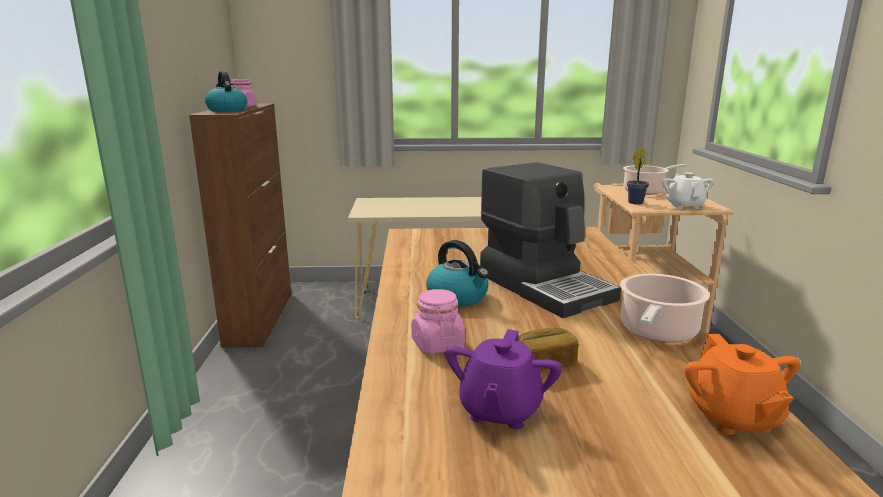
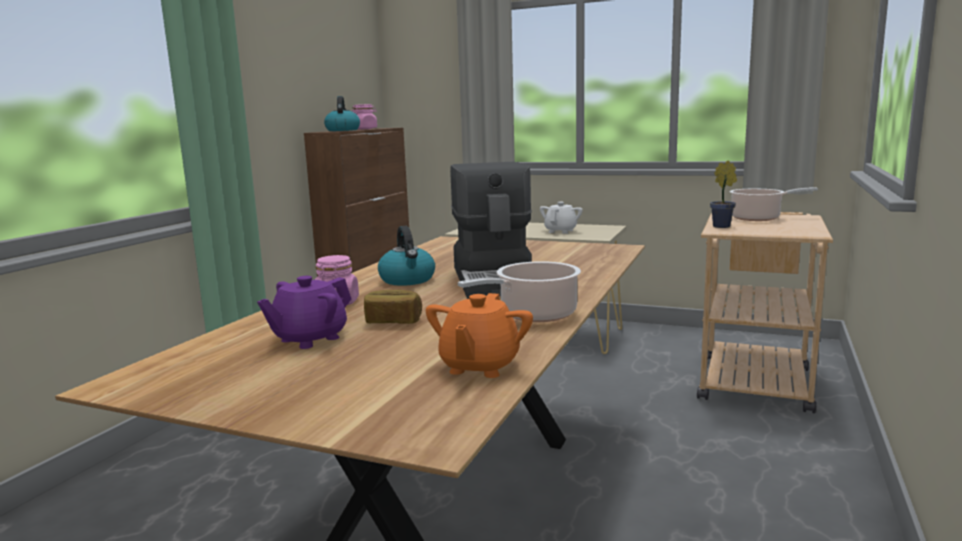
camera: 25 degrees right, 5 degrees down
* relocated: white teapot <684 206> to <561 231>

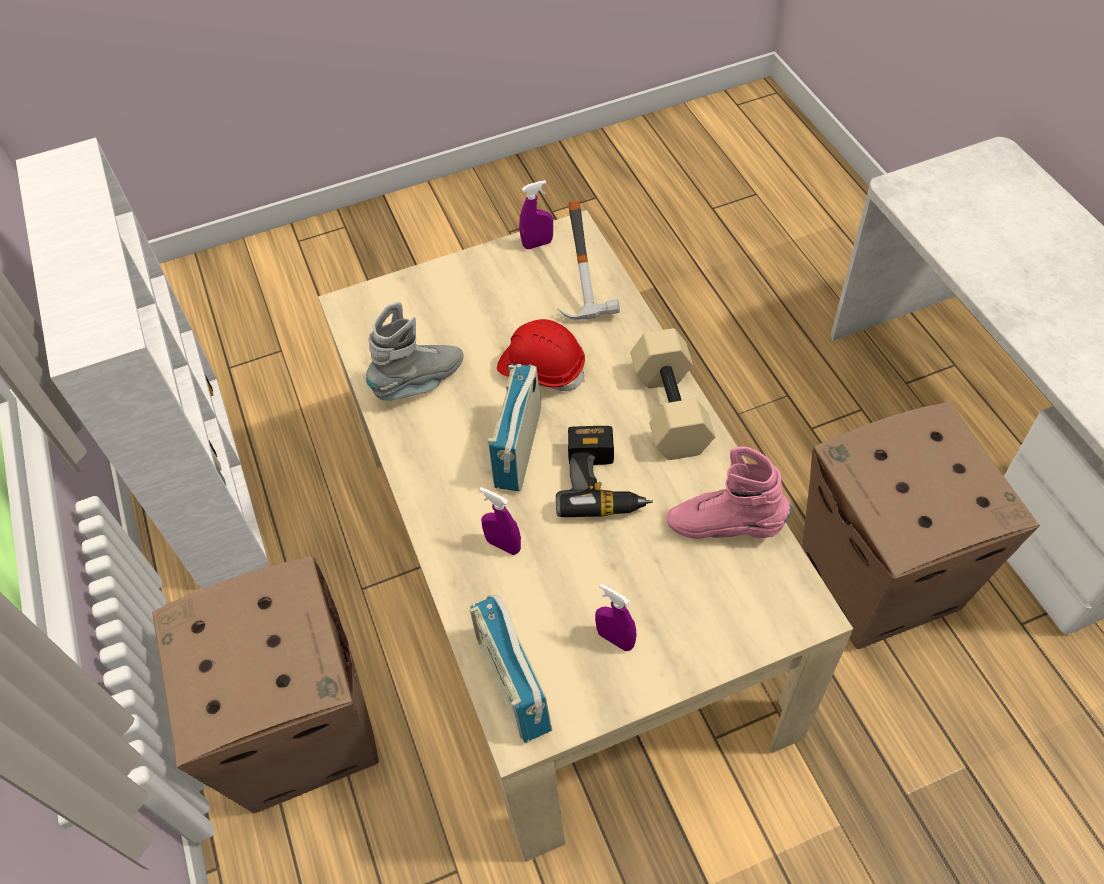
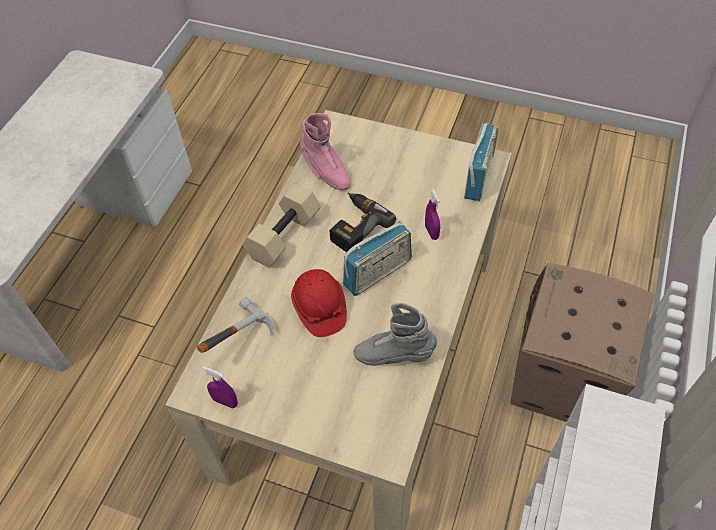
camera: 140 degrees left, 0 degrees up
* missing: purple spray bottle <615 639>
* missing: cardboard box <880 580>

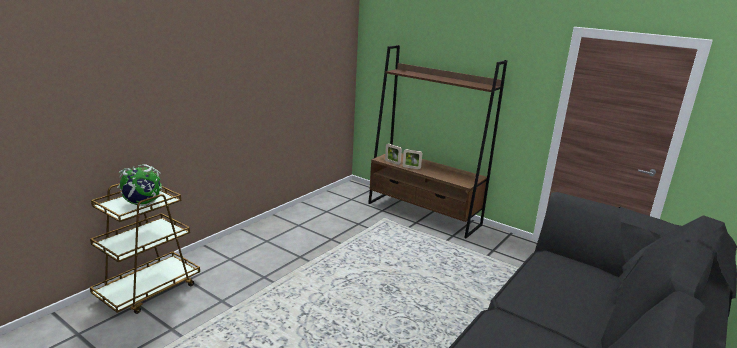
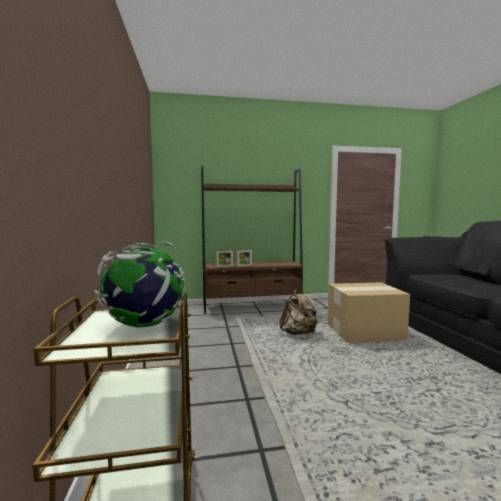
camera: 45 degrees left, 15 degrees down
* appeared: beige backpack <299 333>
* appeared: cardboard box <365 331>

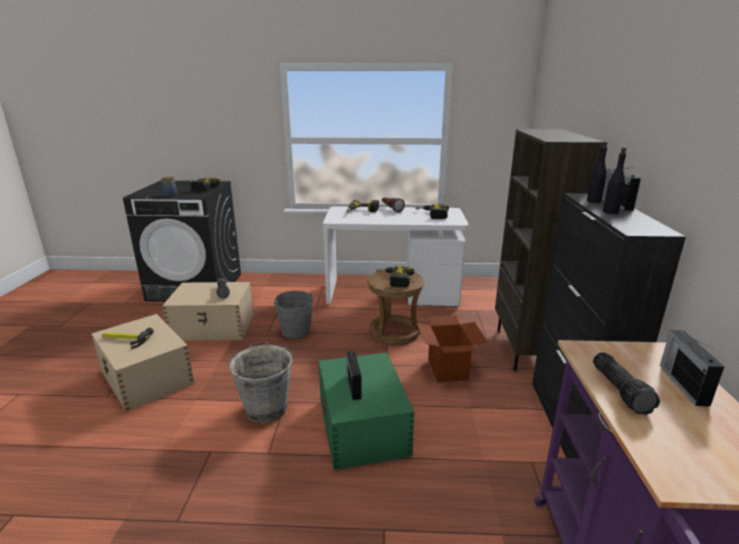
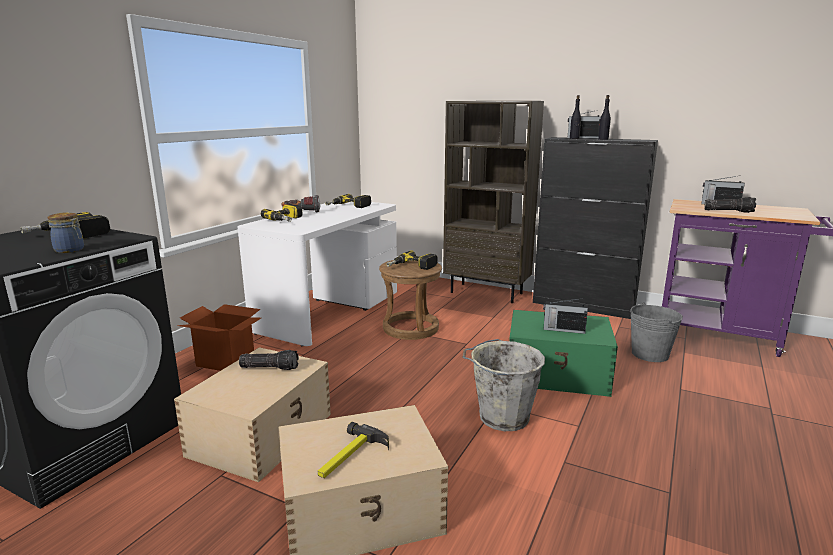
camera: 65 degrees left, 5 degrees down
* relocated: cardboard box <448 369> to <226 362>
* relocated: grey bucket <296 331> to <649 354>

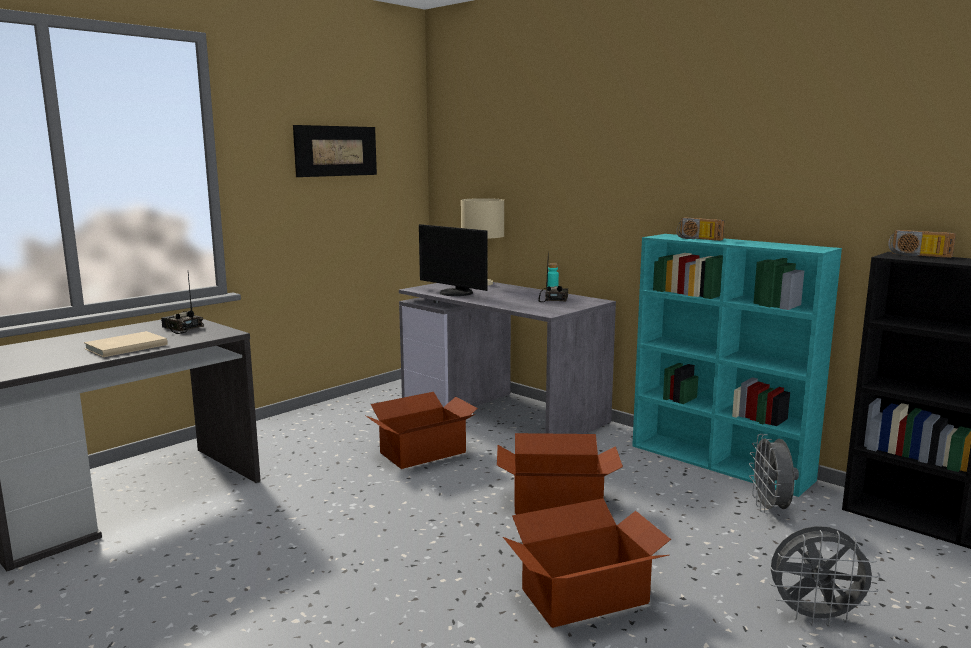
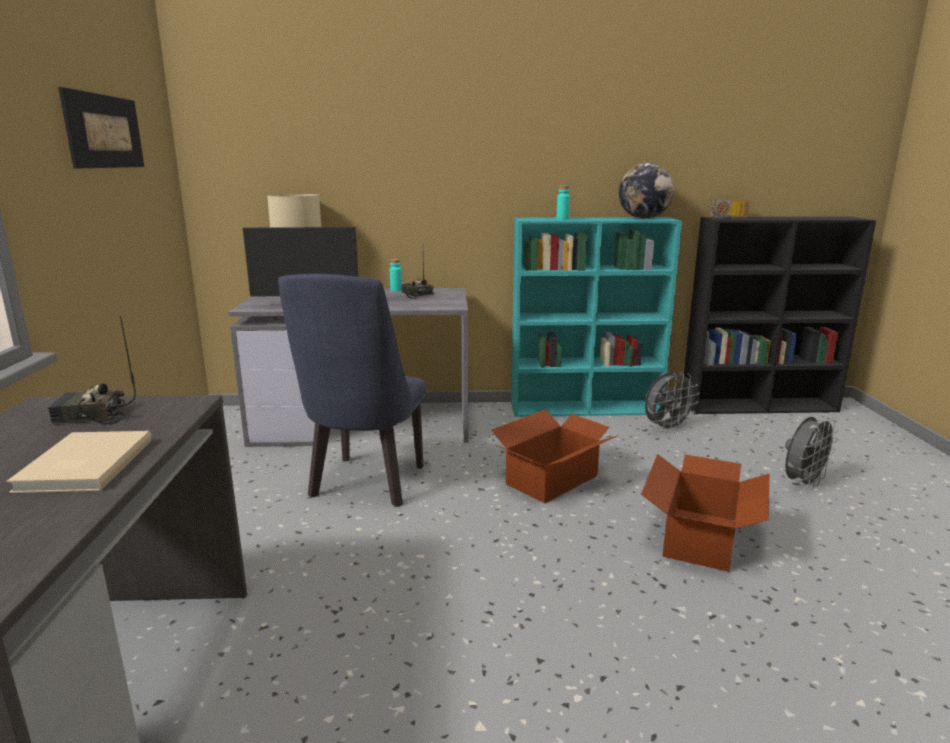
camera: 45 degrees left, 5 degrees up
* exchanged: cardboard box <422 452> to blue chair <365 486>
* exchanged: radio <697 239> to turquoise bottle <562 219>
* appeared: globe <643 218>
* spun: grey fan <770 509> = <667 428> 75 degrees counterclockwise

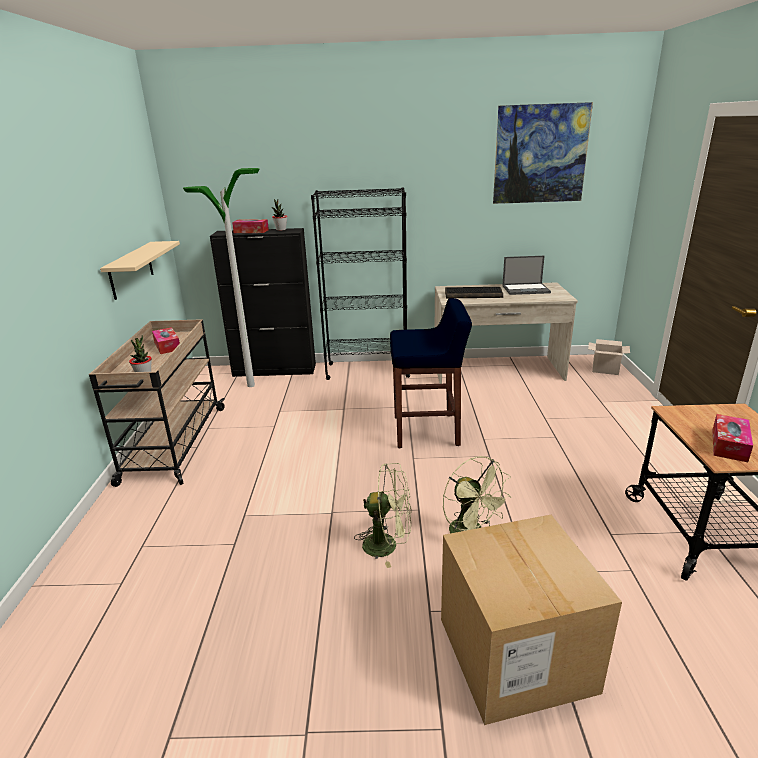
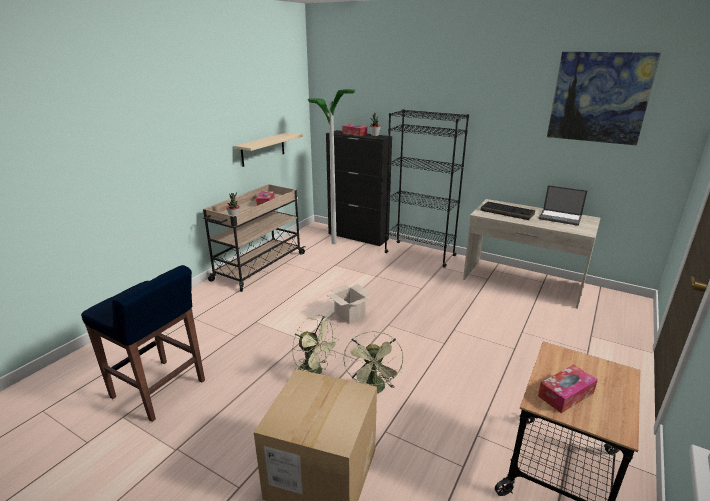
camera: 30 degrees right, 0 degrees up
* relocated: blue stool <427 431> to <159 390>
* relocated: cardboard box <606 369> to <350 315>

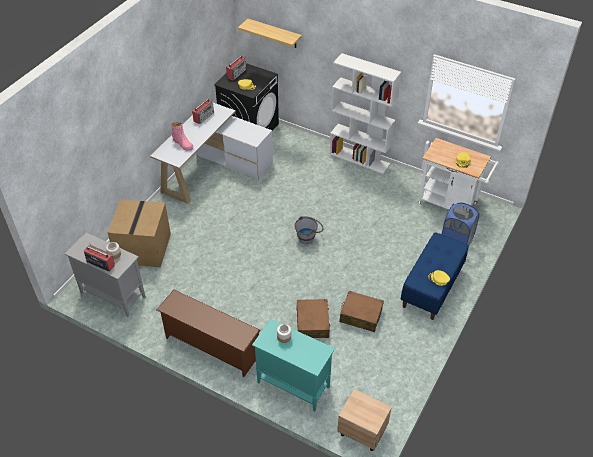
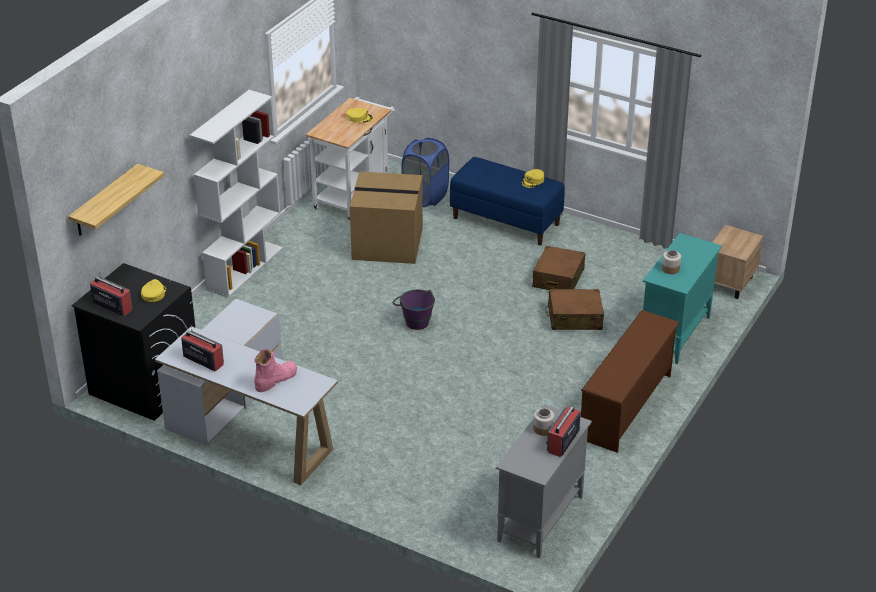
camera: 90 degrees left, 10 degrees down
* relocated: cardboard box <143 247> to <386 244>
* colour: grey bucket <308 237> to purple bucket <414 320>

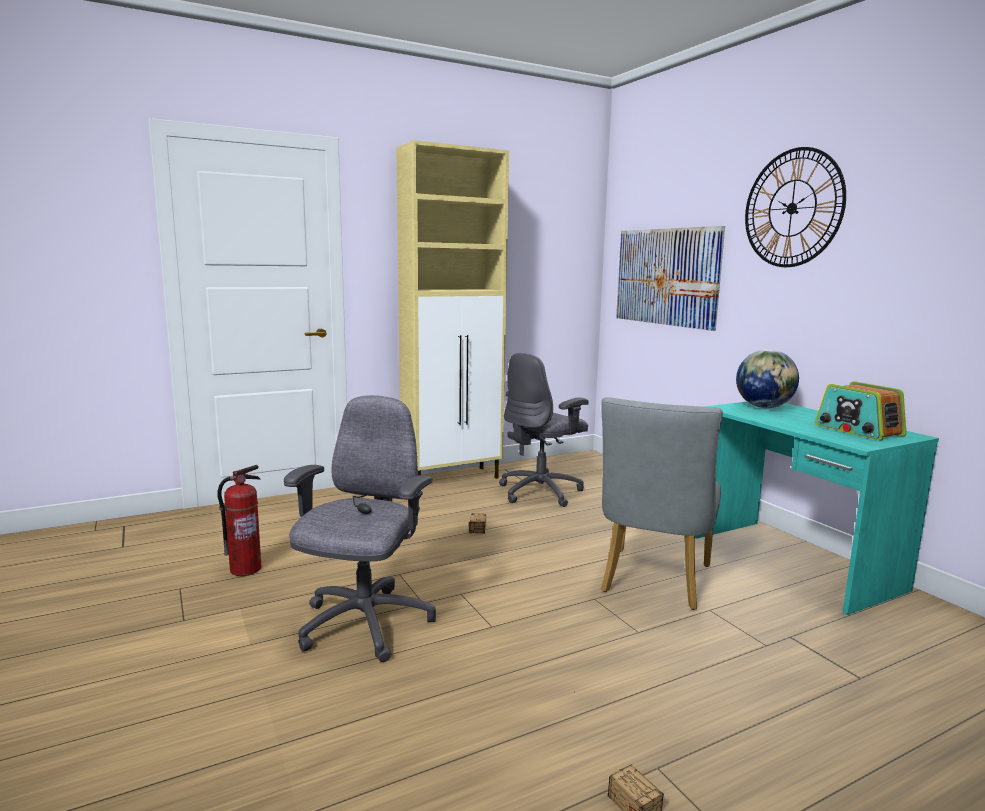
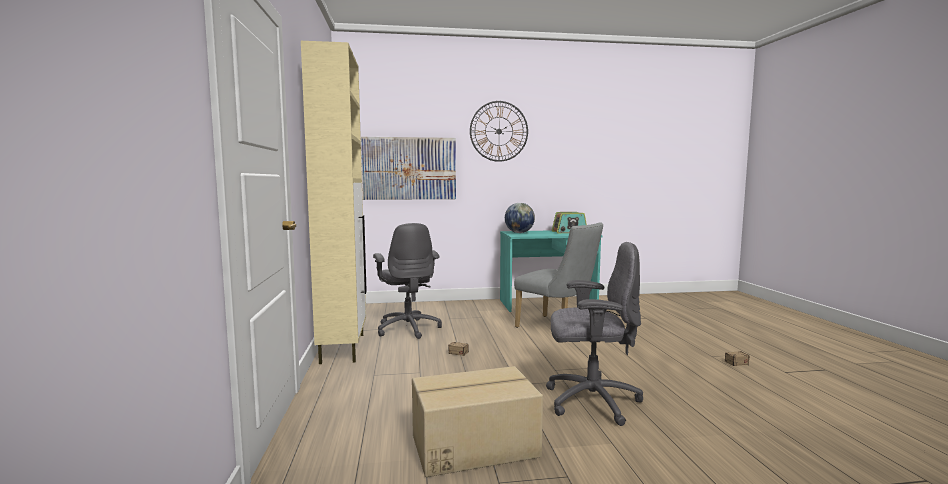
camera: 70 degrees left, 5 degrees down
* exchanged: fire extinguisher <245 569> to cardboard box <473 445>
* spun: grey office chair <364 625> = <590 401> 150 degrees clockwise

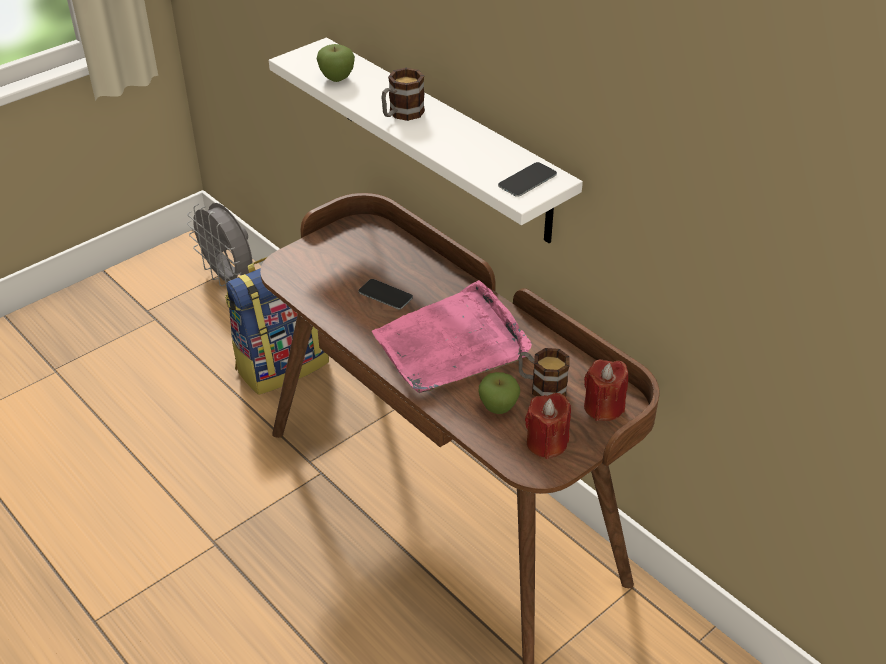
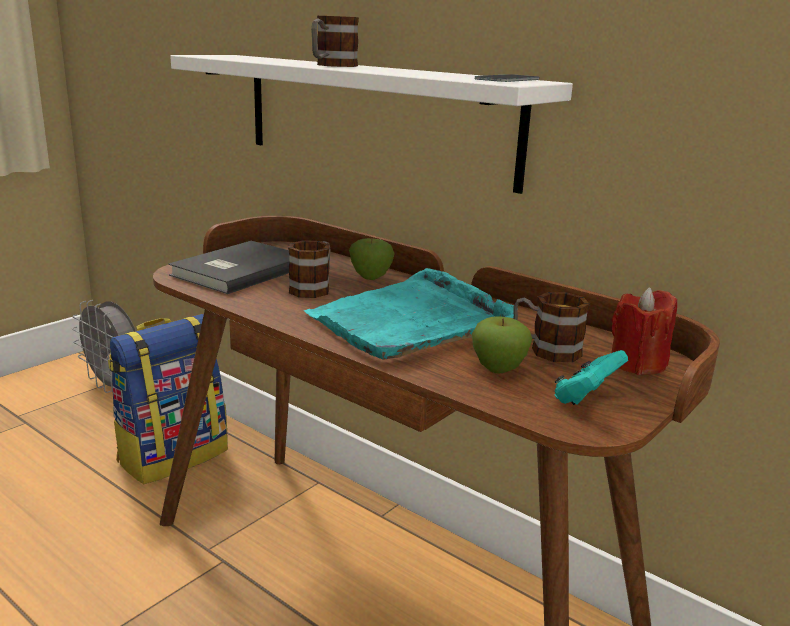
camera: 10 degrees left, 20 degrees down
* appeared: grey book <237 270>
* exchanged: phone <385 294> to mug <313 288>
* colour: pink tray <452 344> to turquoise tray <411 320>
* relocated: apple <337 78> to <370 277>
* exchanged: red candle <546 443> to turquoise game controller <585 398>

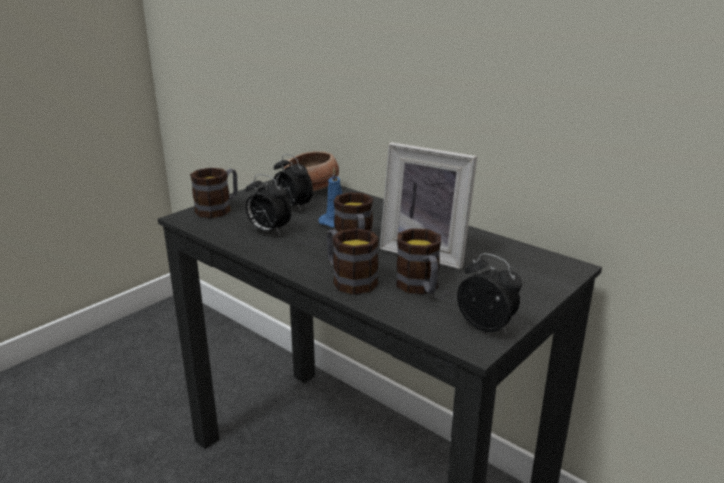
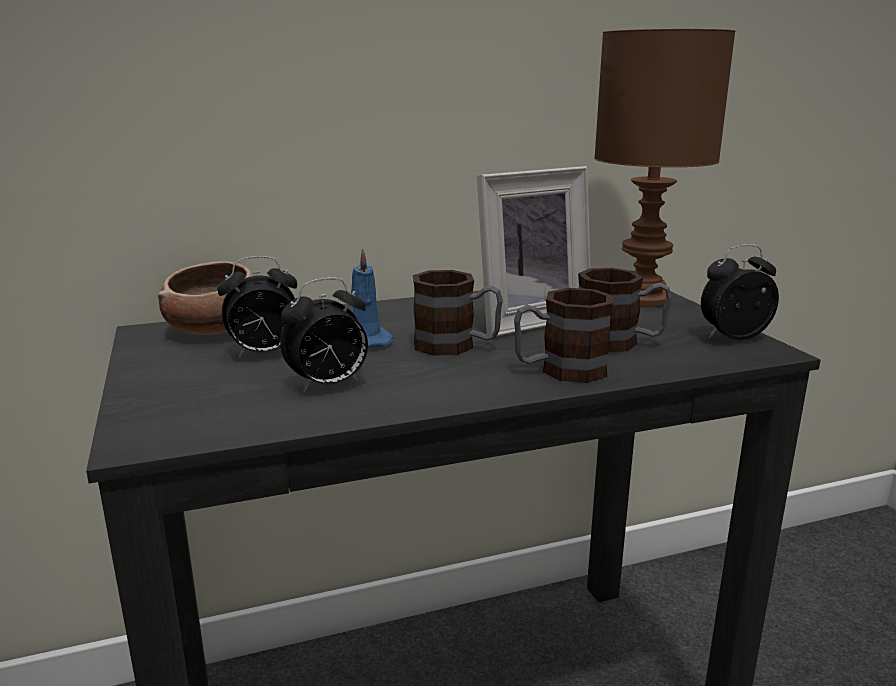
camera: 60 degrees left, 5 degrees down
* appeared: brown table lamp <644 299>
* missing: mug <219 208>

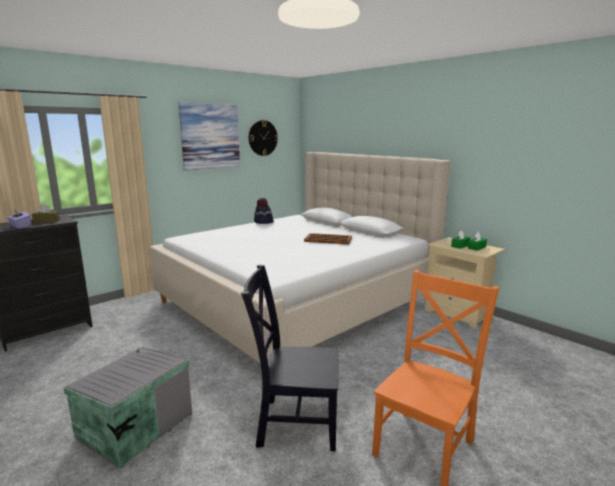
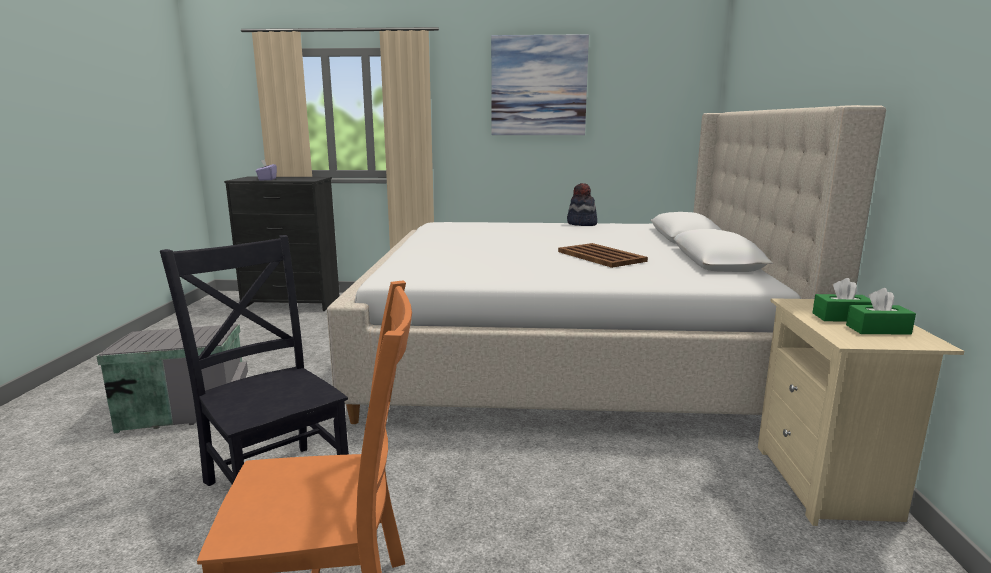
camera: 45 degrees right, 0 degrees up
* missing: brown tissue box <46 221>
* missing: wall clock <263 138>

